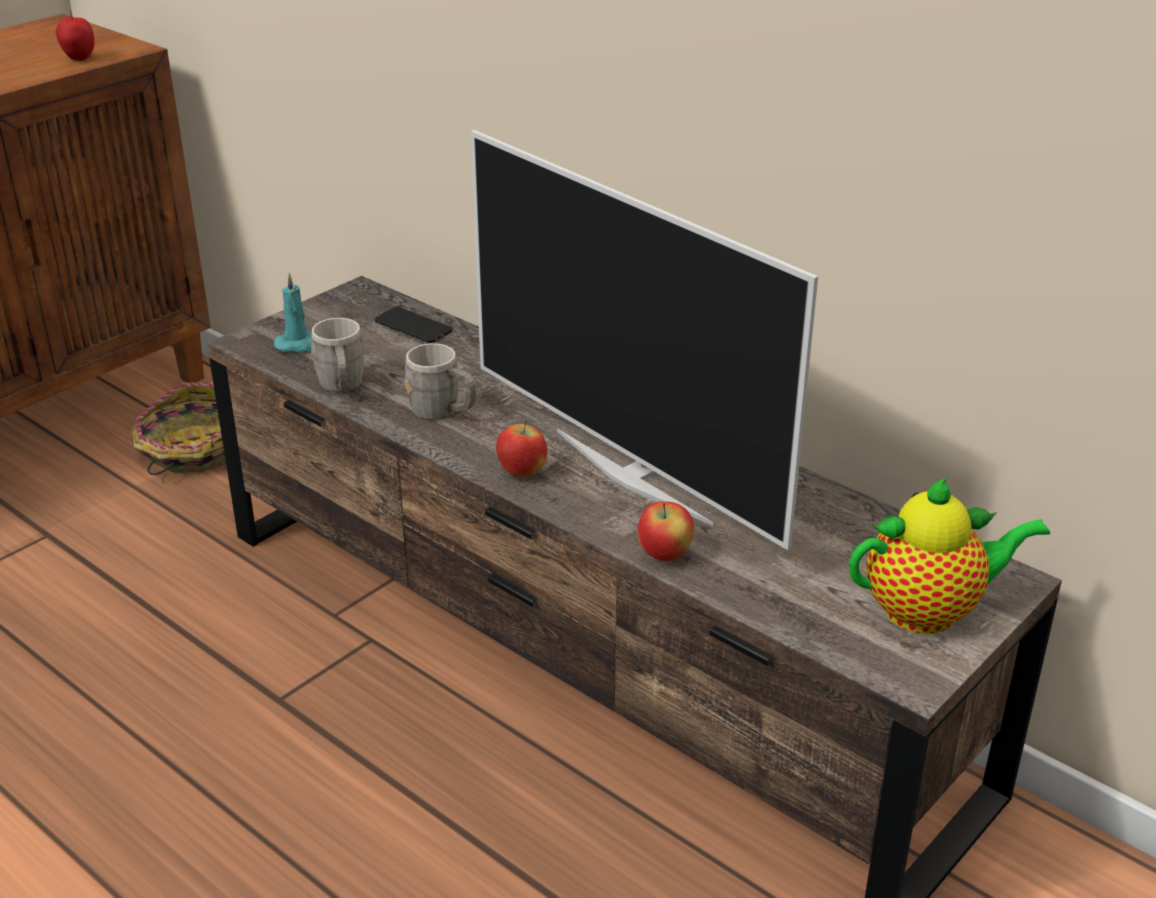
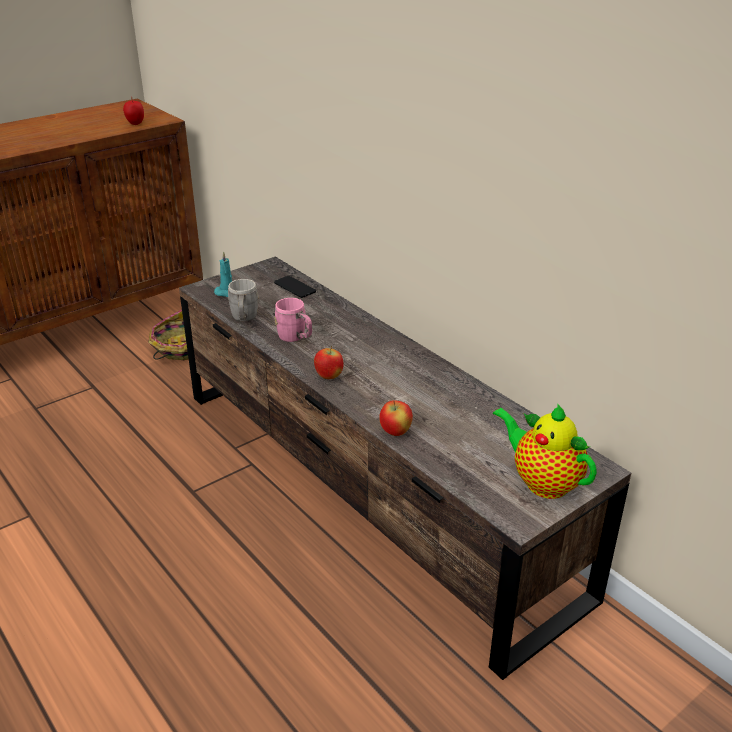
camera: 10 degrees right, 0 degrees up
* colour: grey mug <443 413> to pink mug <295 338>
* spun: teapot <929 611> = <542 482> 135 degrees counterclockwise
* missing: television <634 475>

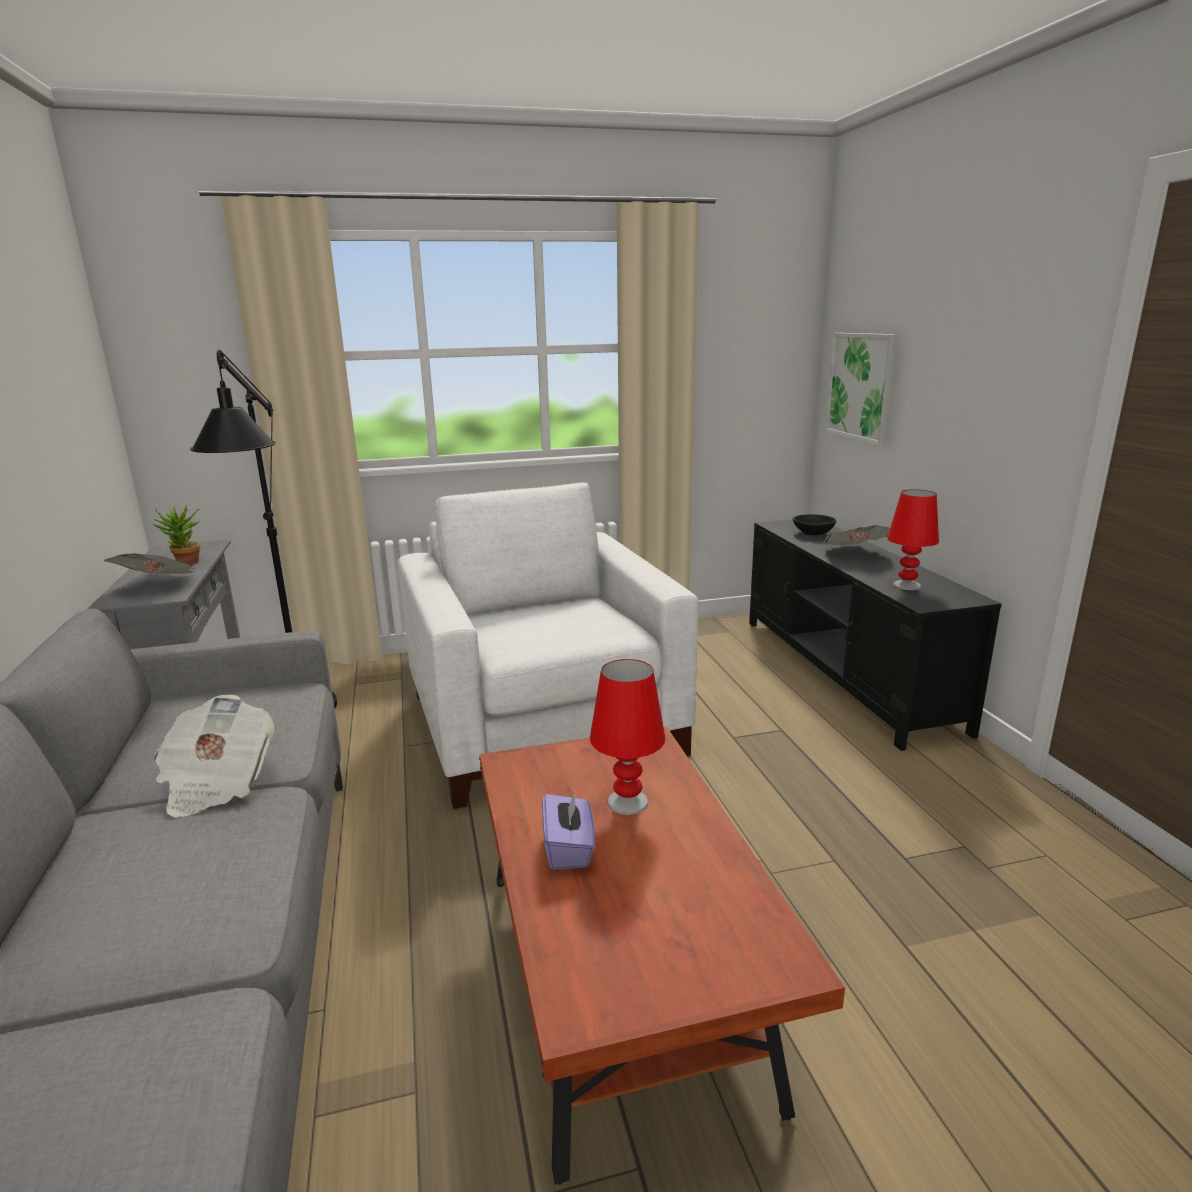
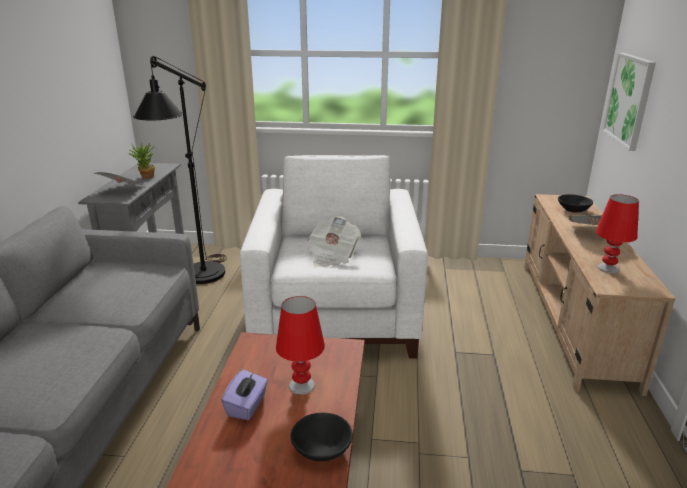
camera: 20 degrees right, 5 degrees up
* appeared: black bowl <322 449>
* relocated: newspaper <217 781> to <332 256>
* colour: black tv stand <845 672> to beige tv stand <573 320>

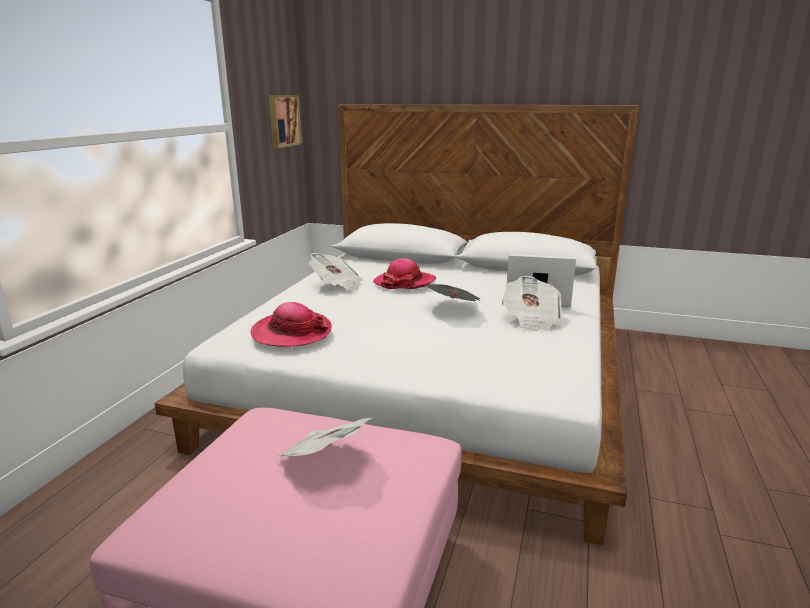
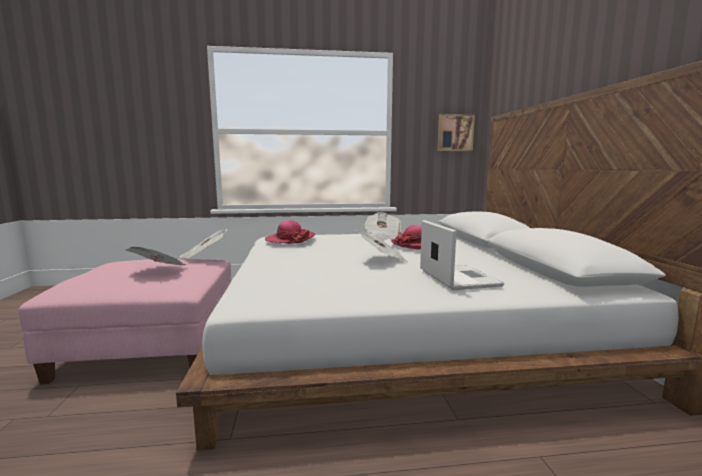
camera: 65 degrees right, 10 degrees down
* relocated: newspaper <531 319> to <203 256>

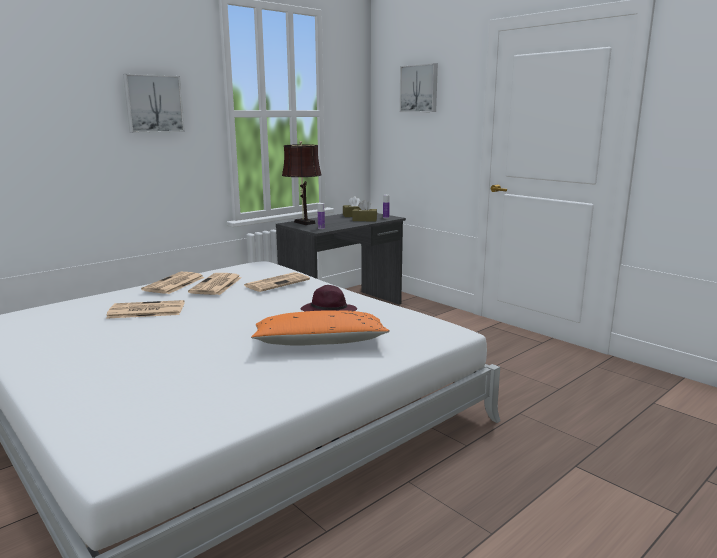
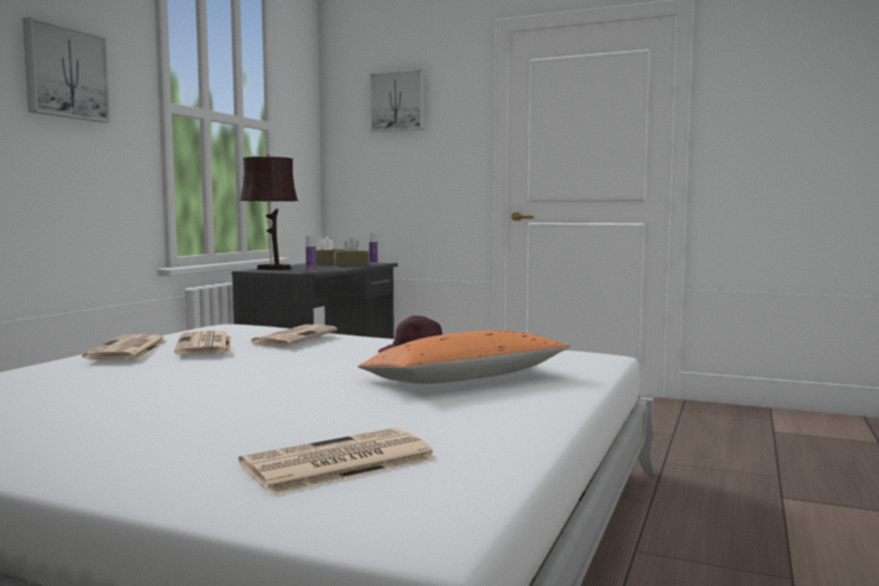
camera: 25 degrees left, 10 degrees down
* relocated: newspaper <145 310> to <337 463>

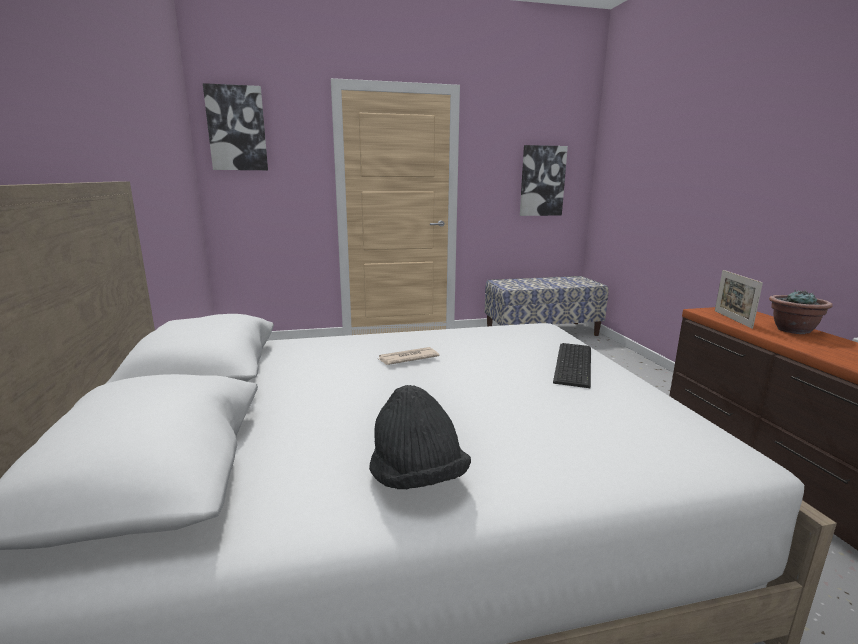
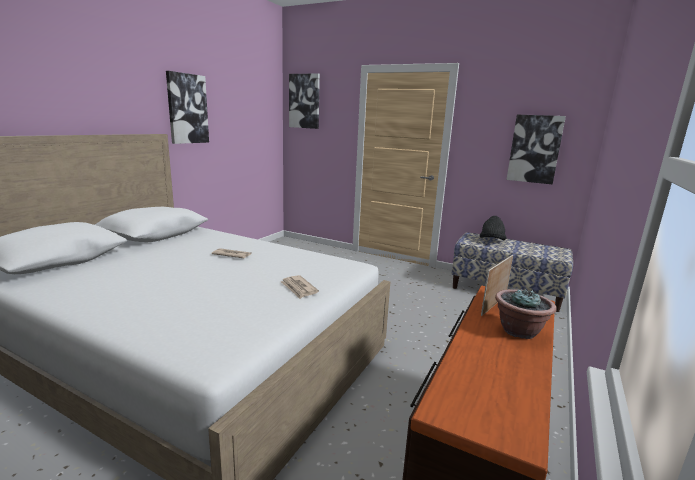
camera: 40 degrees right, 0 degrees up
* appeared: picture <187 109>
* exchanged: keyboard <575 364> to newspaper <298 288>
* relocated: black hat <417 478> to <491 241>

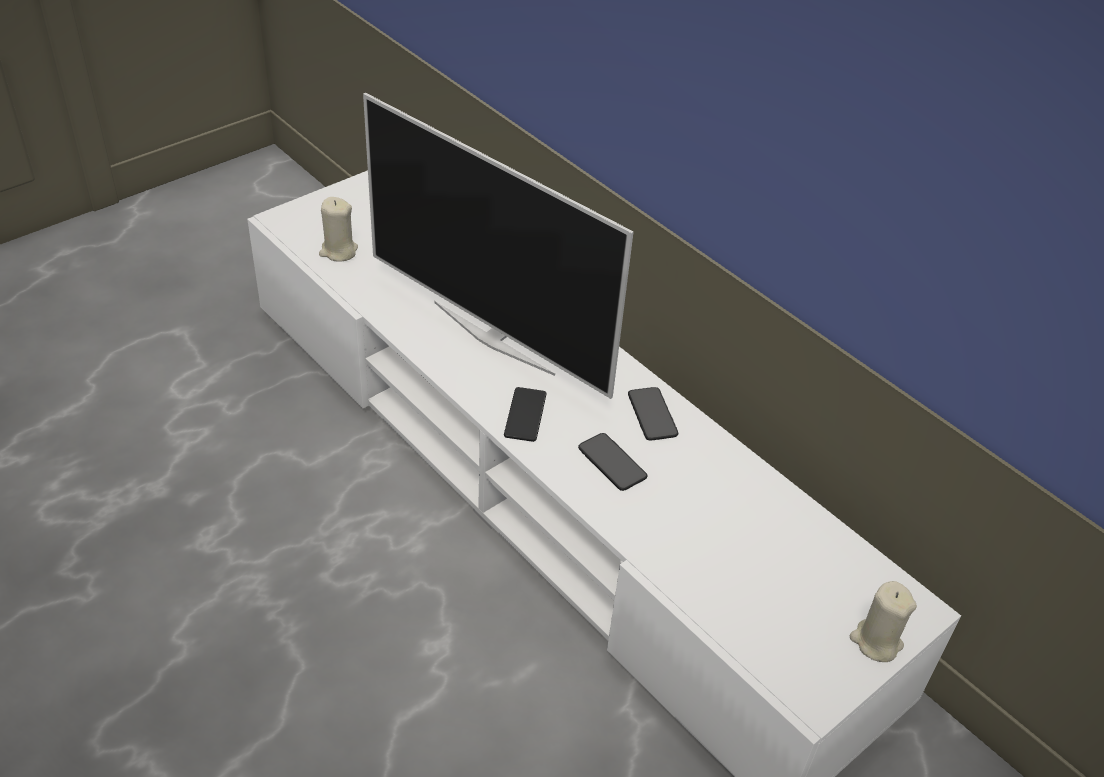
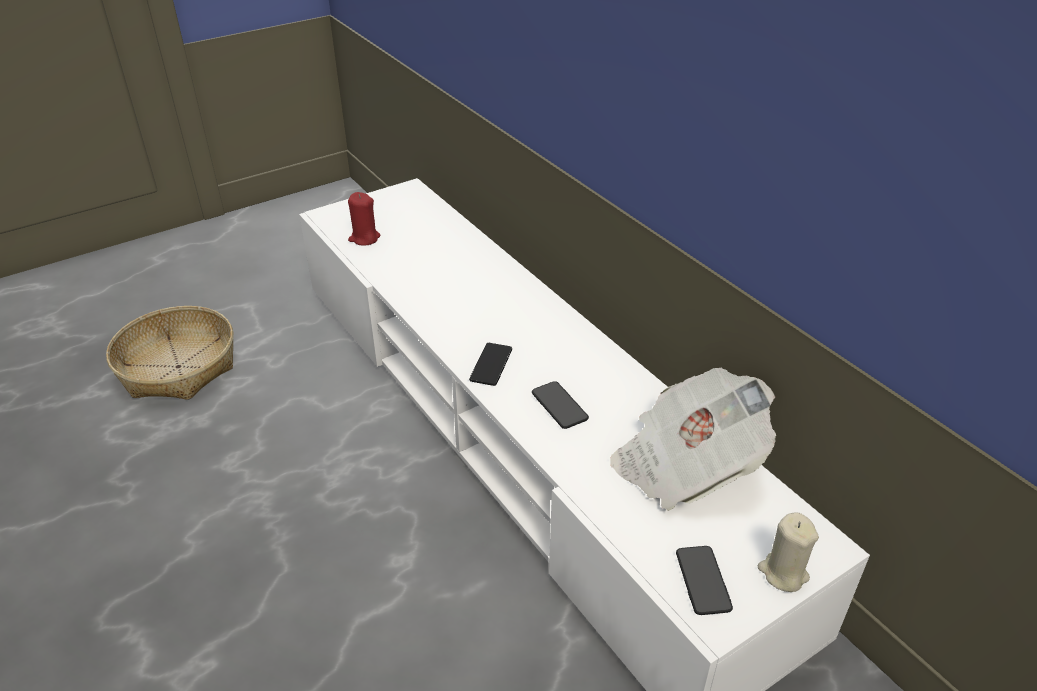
camera: 10 degrees right, 5 degrees down
* appeared: basket <179 366>
* colour: beige candle <338 251> to red candle <364 238>
* appeared: newspaper <686 464>
* relocated: phone <652 415> to <703 581>
* missing: television <495 337>

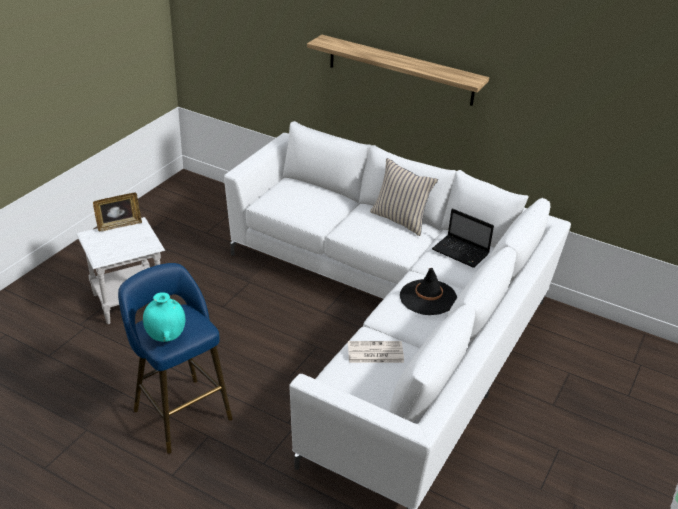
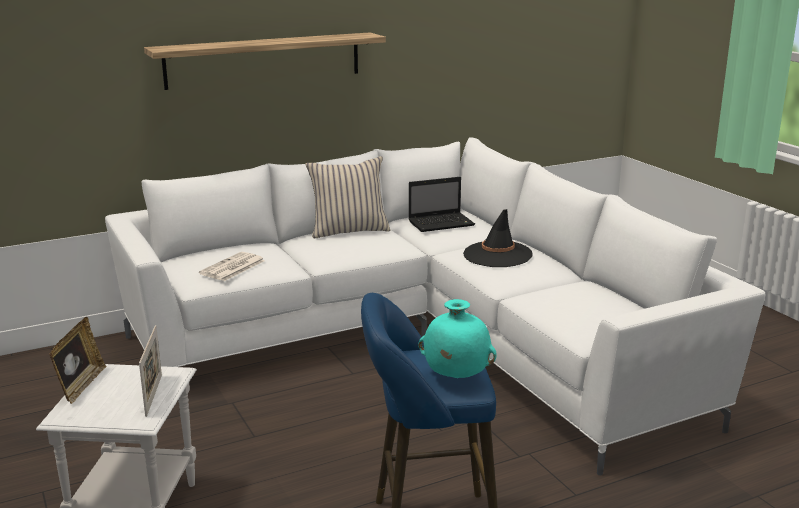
camera: 55 degrees left, 15 degrees down
* appeared: picture frame <153 395>
* relocated: newspaper <374 353> to <232 268>

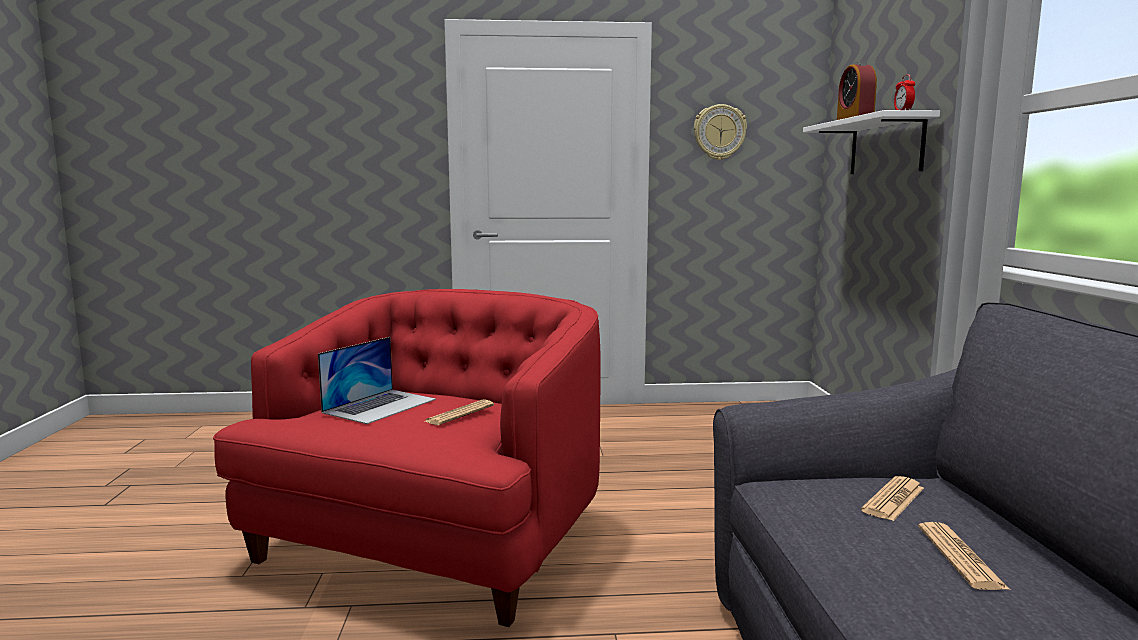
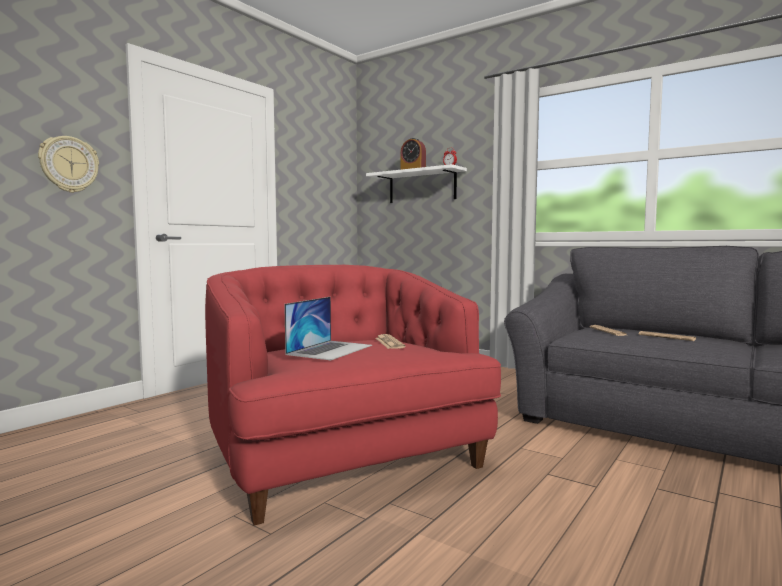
camera: 50 degrees left, 5 degrees down
* relocated: wall clock <719 132> to <69 164>
* spun: laptop <380 405> = <330 350> 45 degrees clockwise

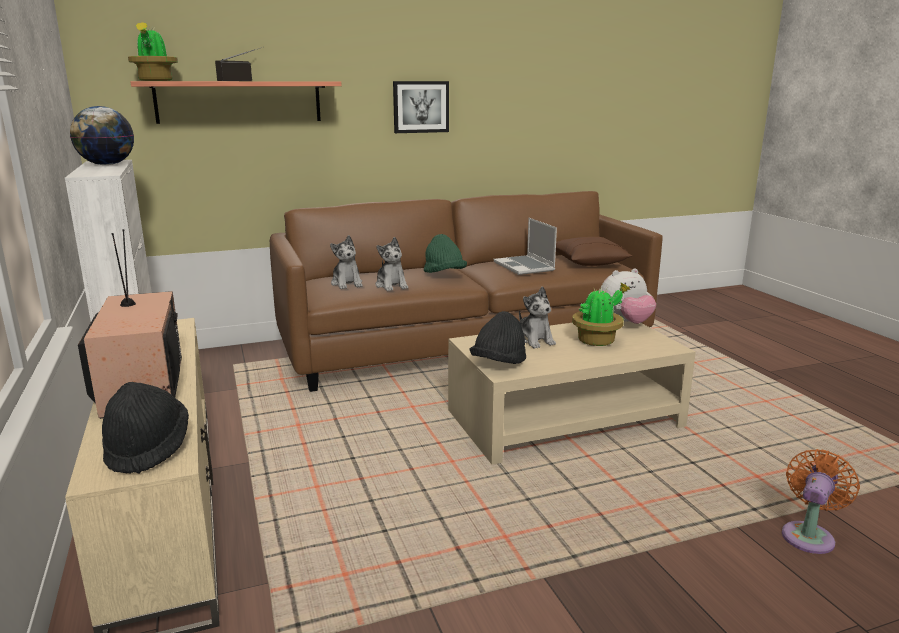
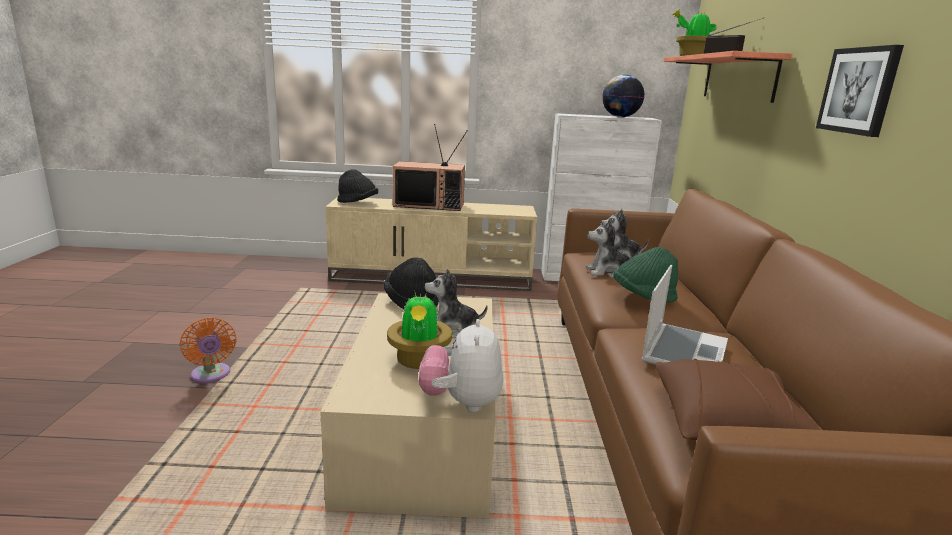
camera: 110 degrees right, 0 degrees up
* relocated: orange fan <809 535> to <211 376>
* spun: laptop <525 266> = <683 351> 120 degrees clockwise

